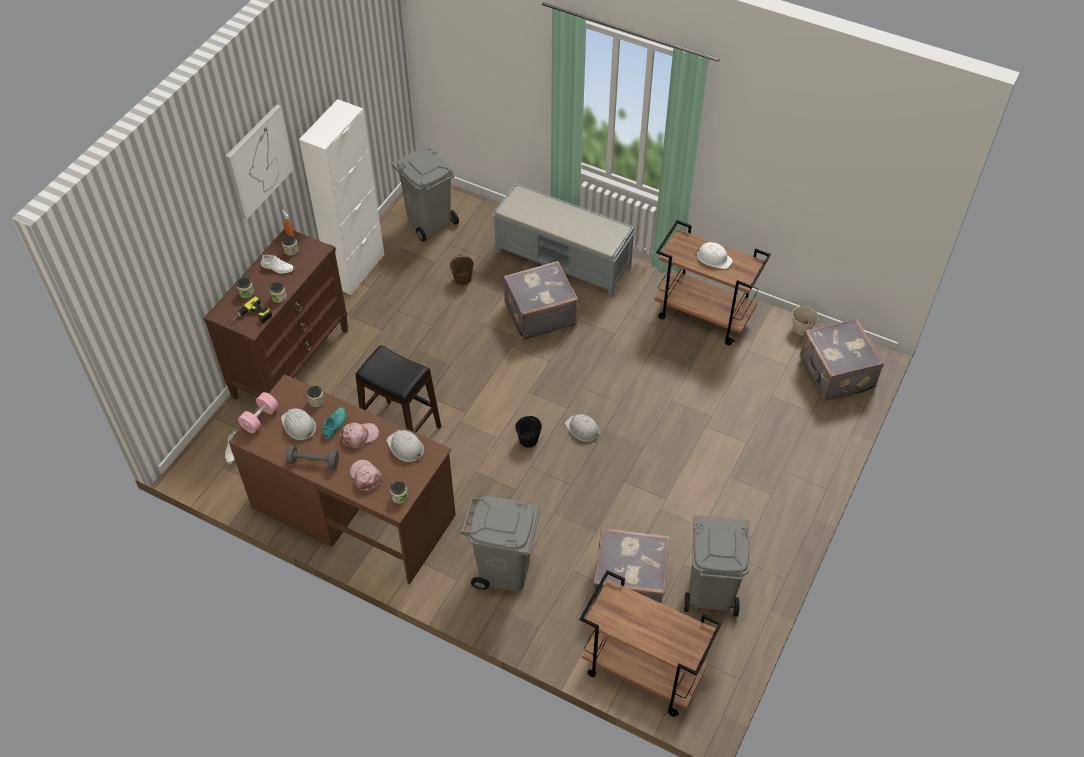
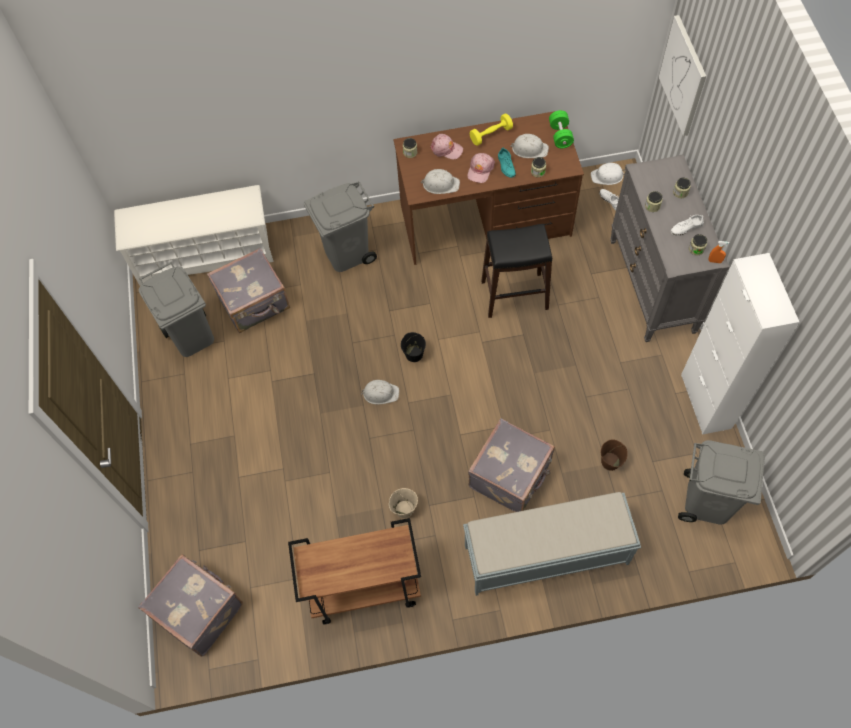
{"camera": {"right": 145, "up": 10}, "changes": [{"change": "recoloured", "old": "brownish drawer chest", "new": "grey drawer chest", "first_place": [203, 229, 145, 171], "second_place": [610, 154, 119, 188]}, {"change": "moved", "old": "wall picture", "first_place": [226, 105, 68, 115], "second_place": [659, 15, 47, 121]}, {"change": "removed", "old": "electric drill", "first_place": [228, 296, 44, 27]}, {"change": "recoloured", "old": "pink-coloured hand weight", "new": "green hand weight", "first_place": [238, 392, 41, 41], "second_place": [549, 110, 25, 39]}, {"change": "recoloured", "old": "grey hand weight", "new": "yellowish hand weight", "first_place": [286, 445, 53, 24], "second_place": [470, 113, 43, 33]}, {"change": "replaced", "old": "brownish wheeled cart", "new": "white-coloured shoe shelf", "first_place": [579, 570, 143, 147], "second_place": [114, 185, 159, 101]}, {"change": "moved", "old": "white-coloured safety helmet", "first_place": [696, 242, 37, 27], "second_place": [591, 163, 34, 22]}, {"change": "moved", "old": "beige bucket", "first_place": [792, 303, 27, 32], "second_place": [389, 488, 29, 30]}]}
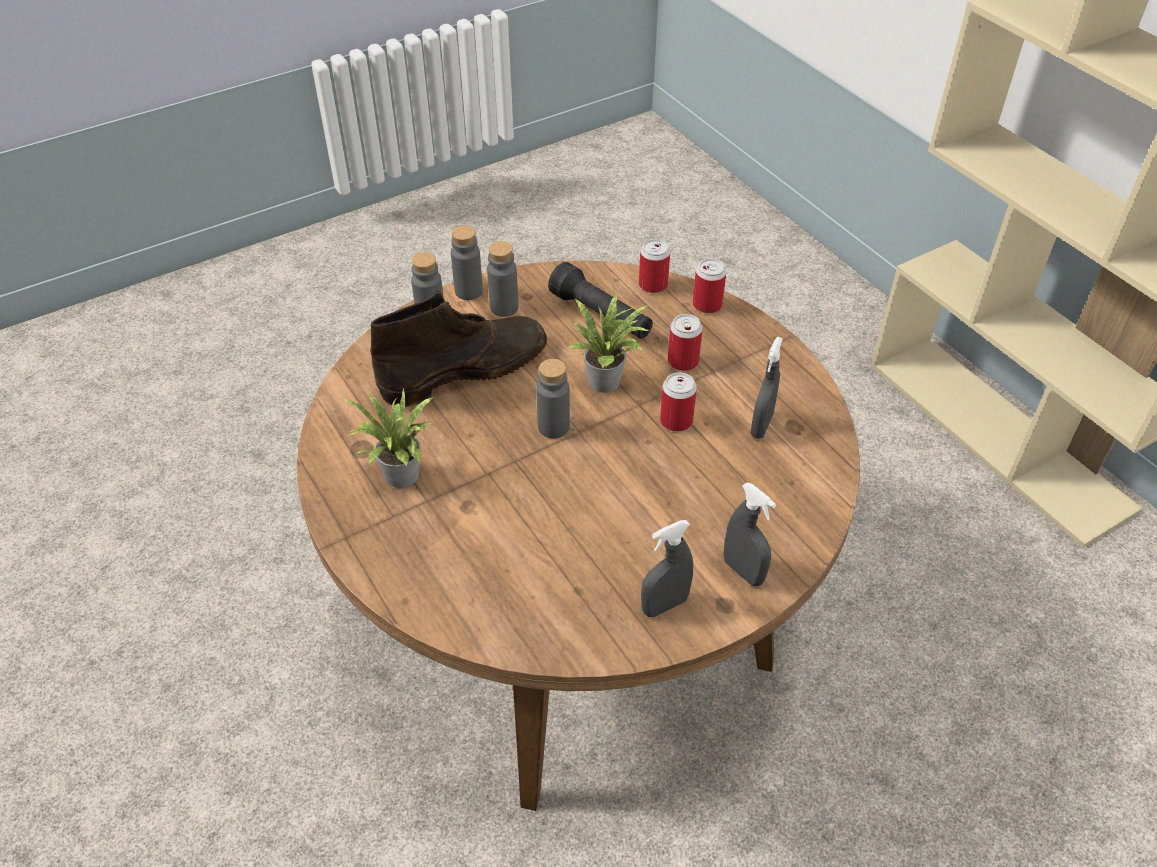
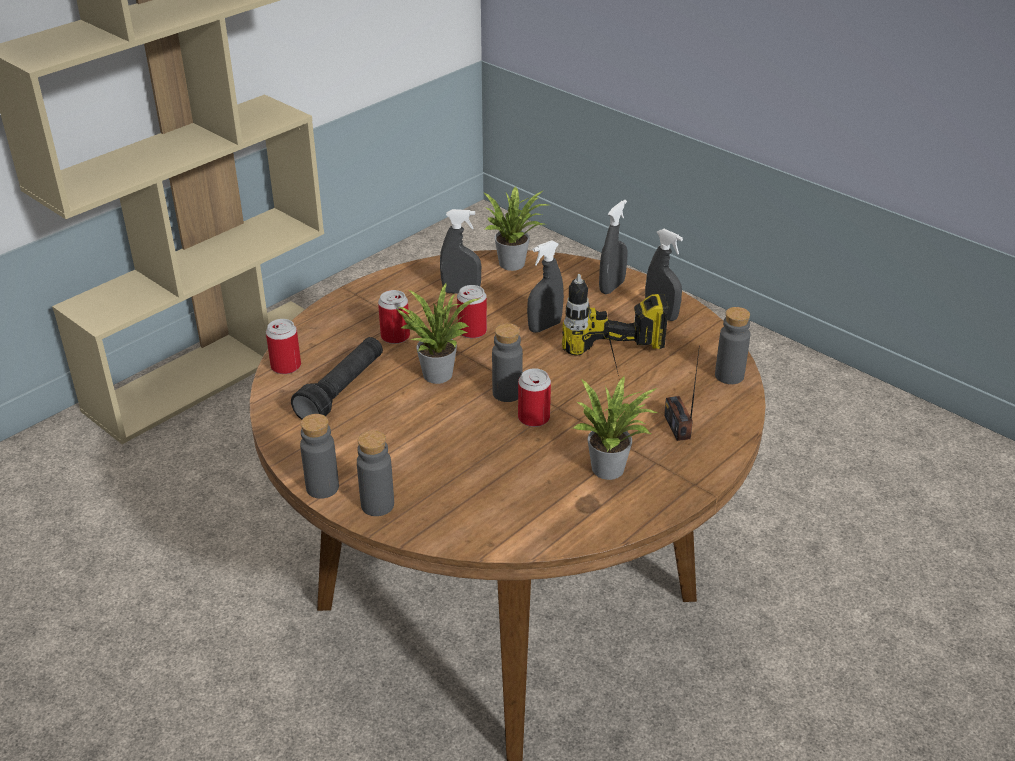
{"camera": {"right": -105, "up": -10}, "changes": [{"change": "removed", "old": "brownish high-top boot", "first_place": [370, 290, 177, 117]}, {"change": "moved", "old": "grey drink bottle", "first_place": [487, 241, 31, 76], "second_place": [715, 307, 35, 77]}, {"change": "moved", "old": "sealed can", "first_place": [693, 258, 34, 55], "second_place": [518, 368, 33, 59]}, {"change": "added", "new": "plant in a pot", "second_place": [483, 186, 65, 85]}, {"change": "added", "new": "grey hand sprayer", "second_place": [527, 240, 37, 93]}, {"change": "added", "new": "electric drill", "second_place": [562, 274, 106, 106]}, {"change": "added", "new": "radio", "second_place": [664, 345, 36, 96]}]}
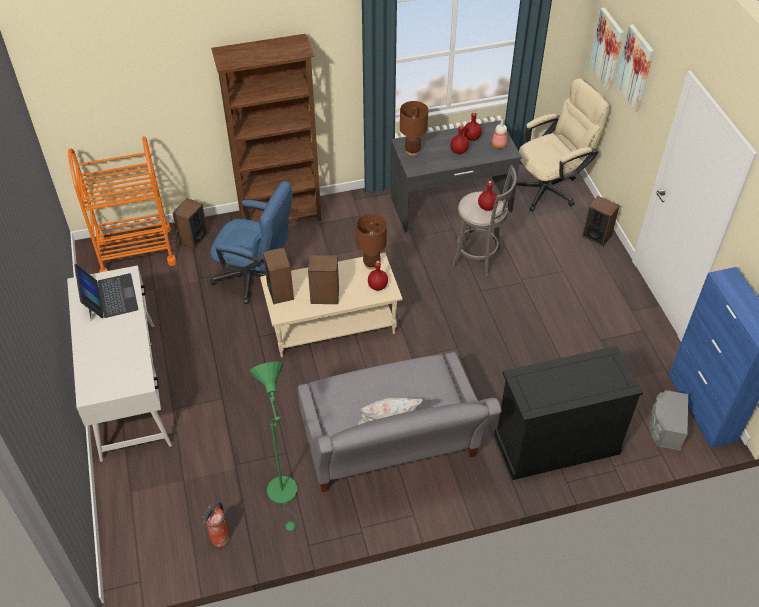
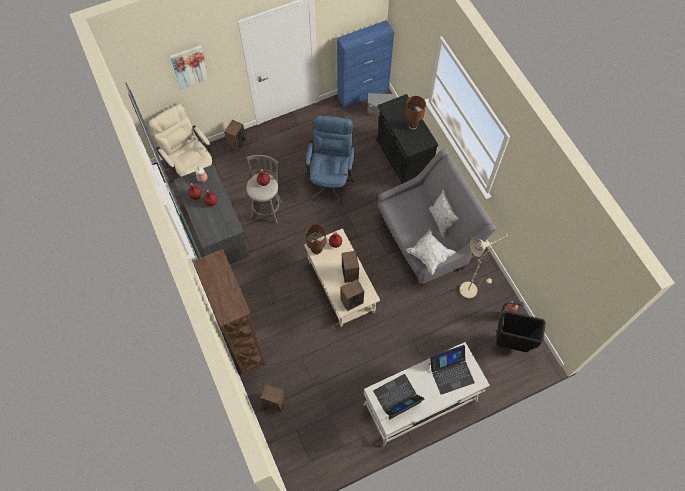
{"camera": {"right": -100, "up": 15}, "changes": [{"change": "removed", "old": "orangey wheeled cart", "first_place": [68, 136, 109, 137]}, {"change": "moved", "old": "blue office chair", "first_place": [210, 181, 83, 123], "second_place": [306, 115, 50, 90]}, {"change": "recoloured", "old": "green standing lamp", "new": "beige standing lamp", "first_place": [249, 362, 51, 171], "second_place": [460, 233, 48, 66]}, {"change": "moved", "old": "brownish table lamp", "first_place": [400, 101, 28, 55], "second_place": [405, 96, 21, 33]}, {"change": "removed", "old": "wall picture", "first_place": [590, 8, 34, 83]}, {"change": "added", "new": "white-coloured throw pillow", "second_place": [406, 229, 50, 46]}, {"change": "added", "new": "portable computer", "second_place": [429, 345, 46, 50]}, {"change": "added", "new": "black rubbish bin", "second_place": [496, 311, 50, 41]}]}
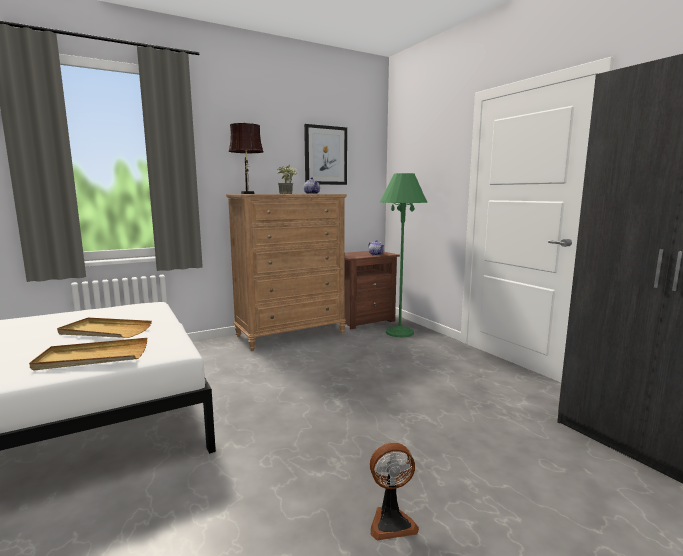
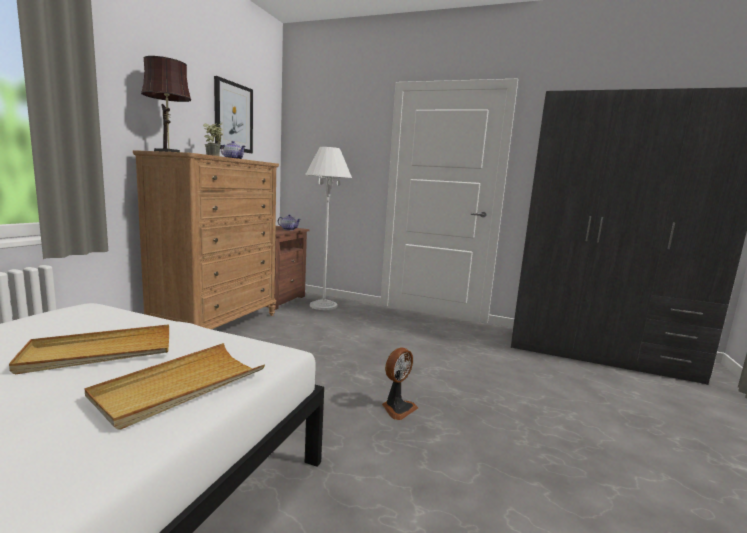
{"camera": {"right": -40, "up": 0}, "changes": [{"change": "moved", "old": "cooling fan", "first_place": [370, 443, 49, 97], "second_place": [382, 348, 36, 72]}, {"change": "recoloured", "old": "green standing lamp", "new": "white-coloured standing lamp", "first_place": [380, 173, 48, 164], "second_place": [305, 147, 47, 163]}]}
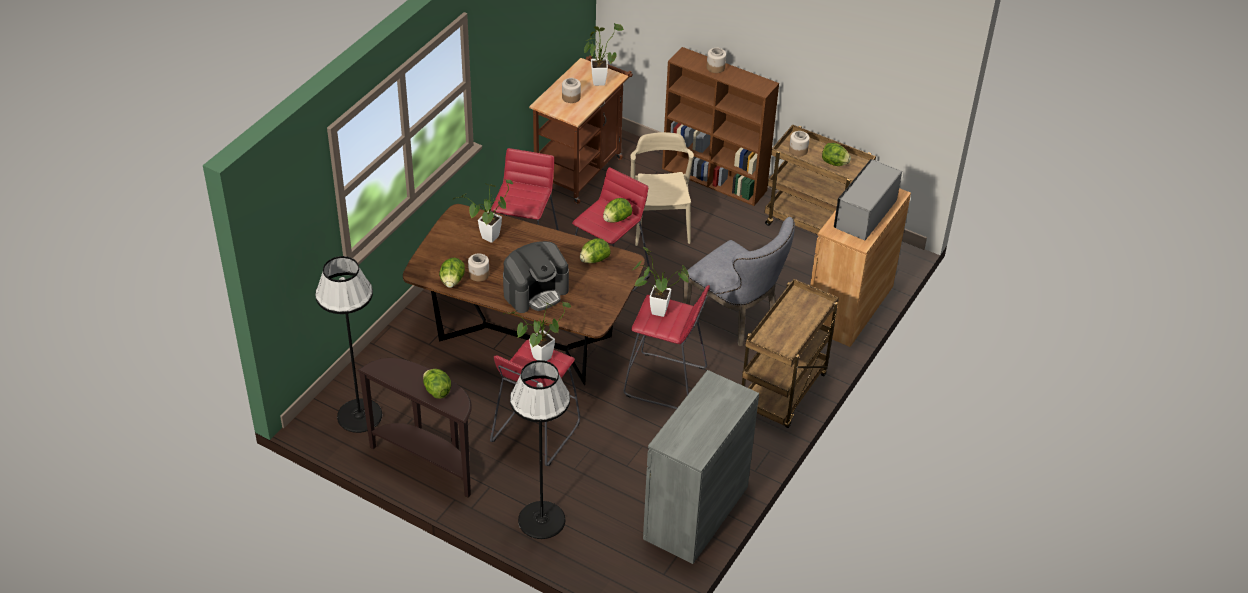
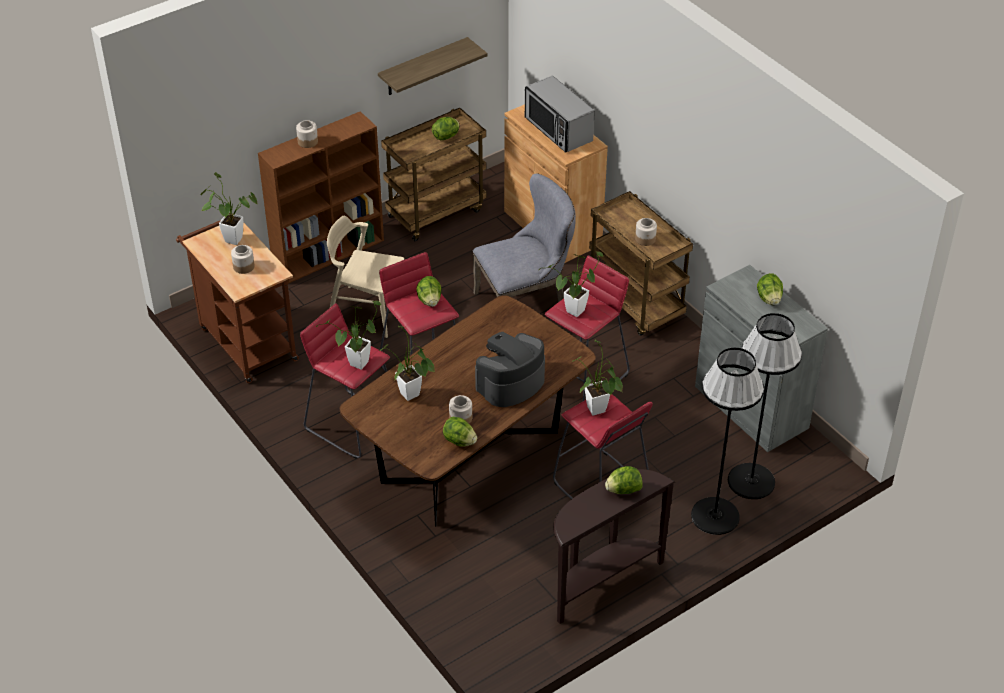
{"camera": {"right": -65, "up": 0}, "changes": [{"change": "moved", "old": "black standing lamp", "first_place": [315, 256, 67, 177], "second_place": [728, 313, 74, 186]}, {"change": "turned", "old": "coffee machine", "first_place": [503, 241, 66, 72], "second_place": [475, 332, 70, 75], "degrees": -120}, {"change": "moved", "old": "lettuce head", "first_place": [580, 238, 31, 25], "second_place": [757, 273, 26, 32]}, {"change": "moved", "old": "preserve jar", "first_place": [789, 131, 21, 26], "second_place": [635, 218, 22, 28]}, {"change": "added", "new": "plant in a pot", "second_place": [316, 301, 65, 69]}, {"change": "added", "new": "bracket shelf", "second_place": [378, 37, 110, 58]}]}
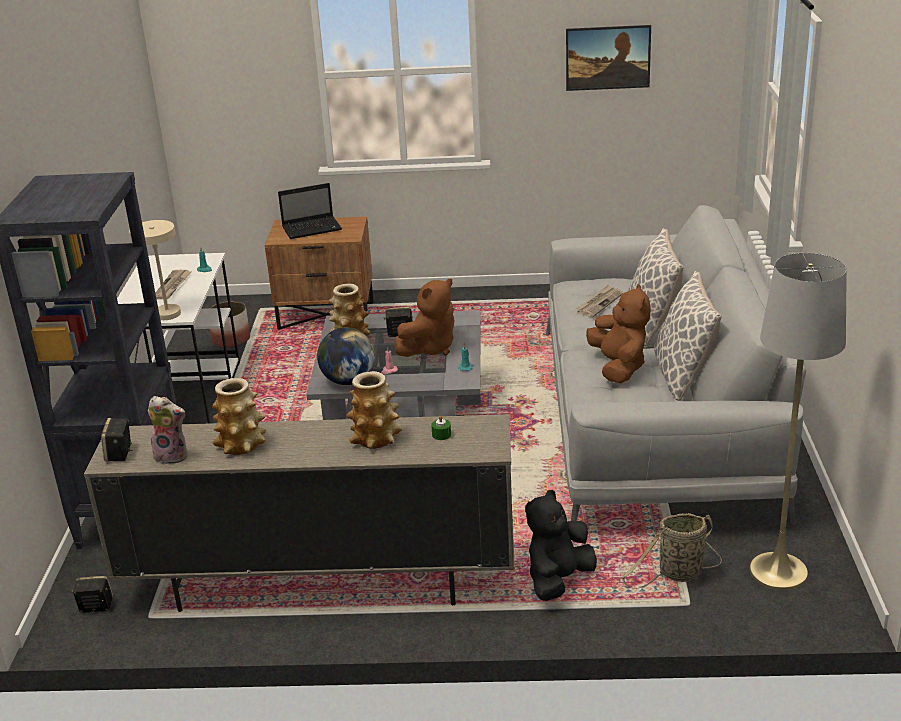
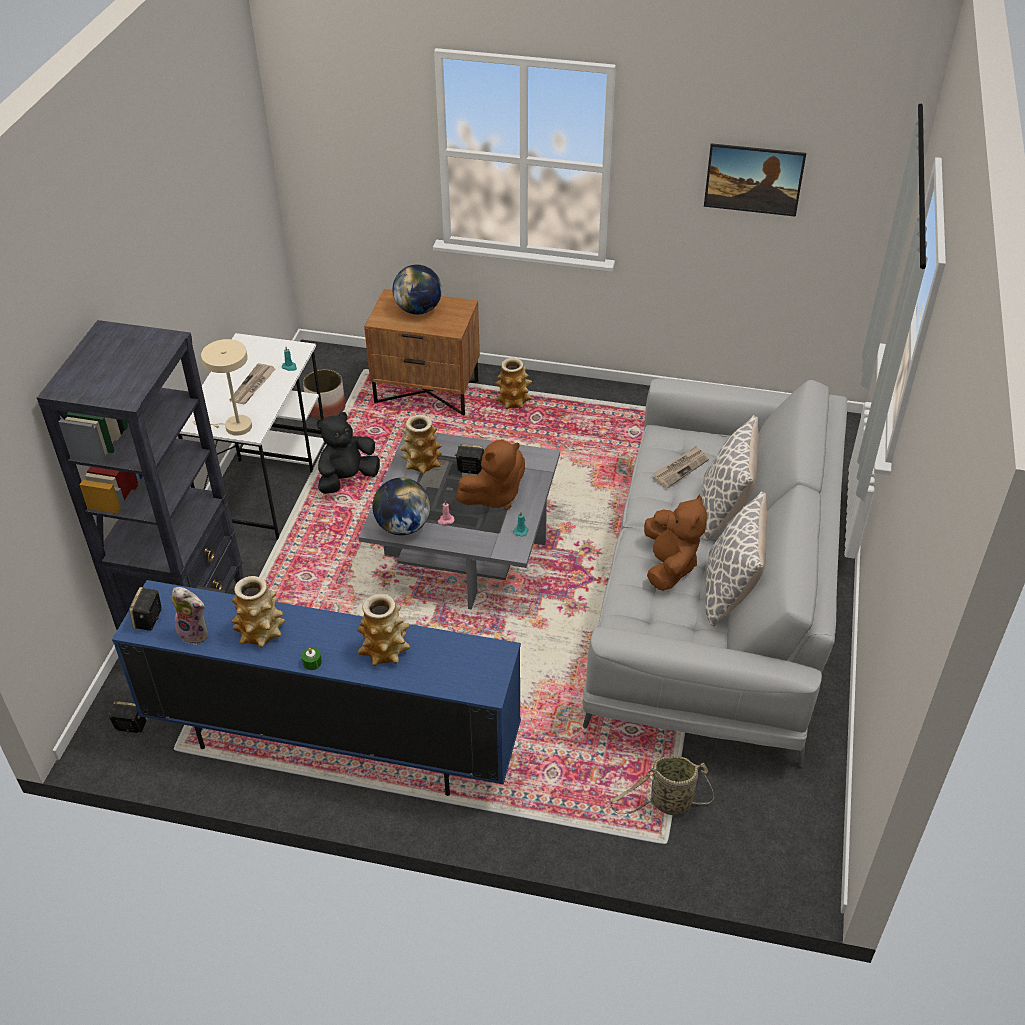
{"camera": {"right": 10, "up": 15}, "changes": [{"change": "recoloured", "old": "beige tv unit", "new": "blue tv unit", "first_place": [84, 414, 431, 198], "second_place": [112, 580, 409, 216]}, {"change": "replaced", "old": "portable computer", "new": "world globe", "first_place": [278, 183, 64, 56], "second_place": [392, 265, 50, 50]}, {"change": "moved", "old": "green wax candle", "first_place": [431, 415, 20, 25], "second_place": [302, 648, 20, 22]}, {"change": "moved", "old": "black plush toy", "first_place": [525, 490, 72, 111], "second_place": [317, 412, 63, 82]}, {"change": "removed", "old": "grey standing lamp", "first_place": [749, 253, 98, 337]}, {"change": "added", "new": "vase", "second_place": [495, 358, 37, 51]}]}
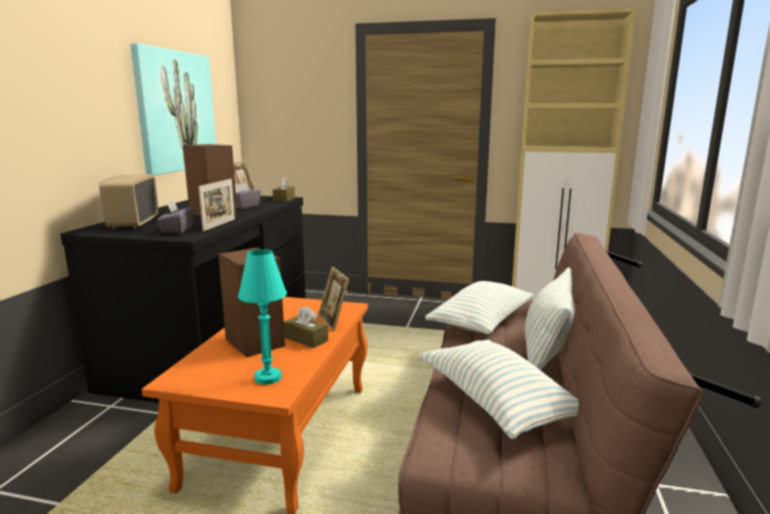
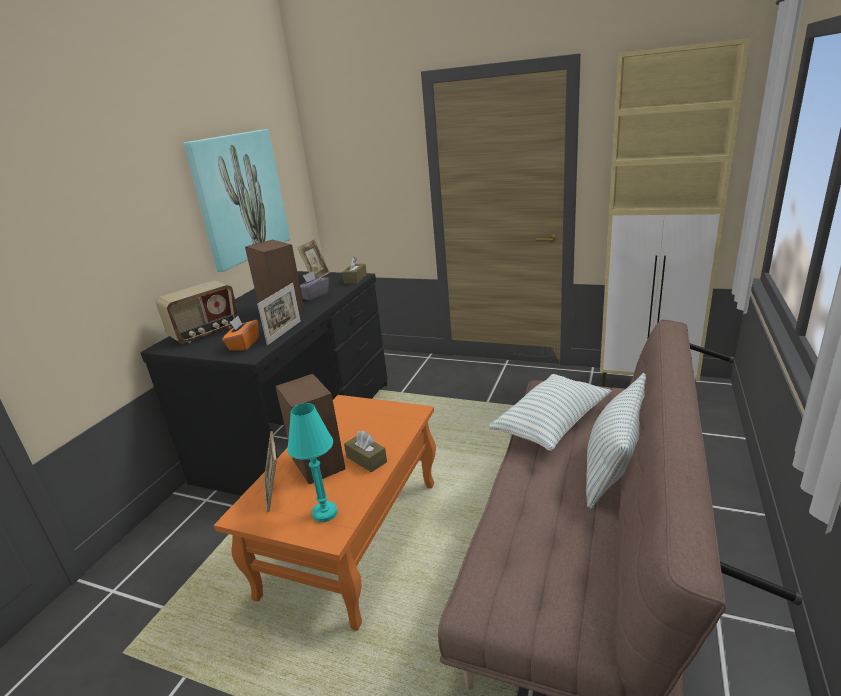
{"camera": {"right": 10, "up": 10}, "changes": [{"change": "turned", "old": "radio", "first_place": [99, 174, 59, 55], "second_place": [156, 280, 83, 63], "degrees": -135}, {"change": "recoloured", "old": "grey box of tissues", "new": "orangey box of tissues", "first_place": [157, 201, 37, 33], "second_place": [222, 316, 37, 35]}, {"change": "moved", "old": "standing frame", "first_place": [318, 266, 31, 65], "second_place": [264, 431, 13, 81]}, {"change": "removed", "old": "throw pillow", "first_place": [419, 340, 160, 100]}]}
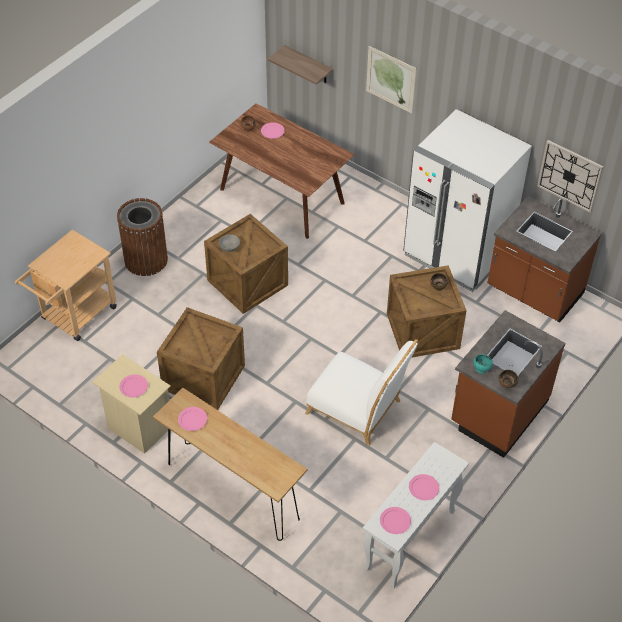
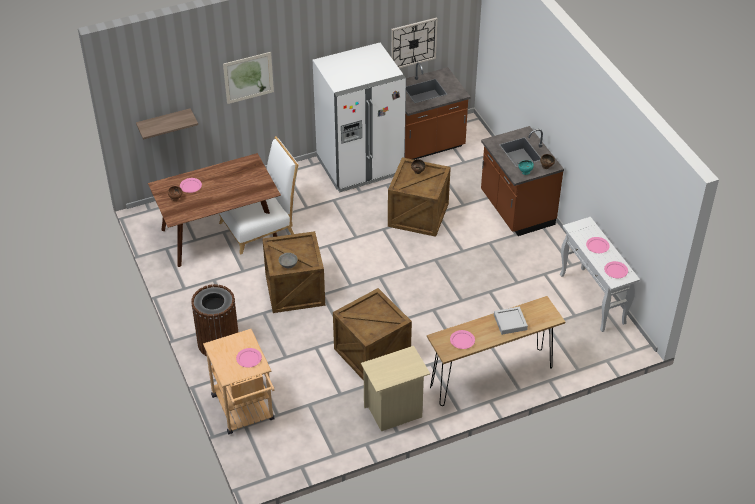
{"camera": {"right": -60, "up": -5}, "changes": [{"change": "moved", "old": "pink-coloured flat dish", "first_place": [119, 374, 29, 23], "second_place": [236, 348, 26, 20]}, {"change": "moved", "old": "white-coloured plain chair", "first_place": [305, 339, 113, 107], "second_place": [219, 136, 79, 119]}, {"change": "added", "new": "grey carrying tray", "second_place": [494, 307, 34, 28]}]}
